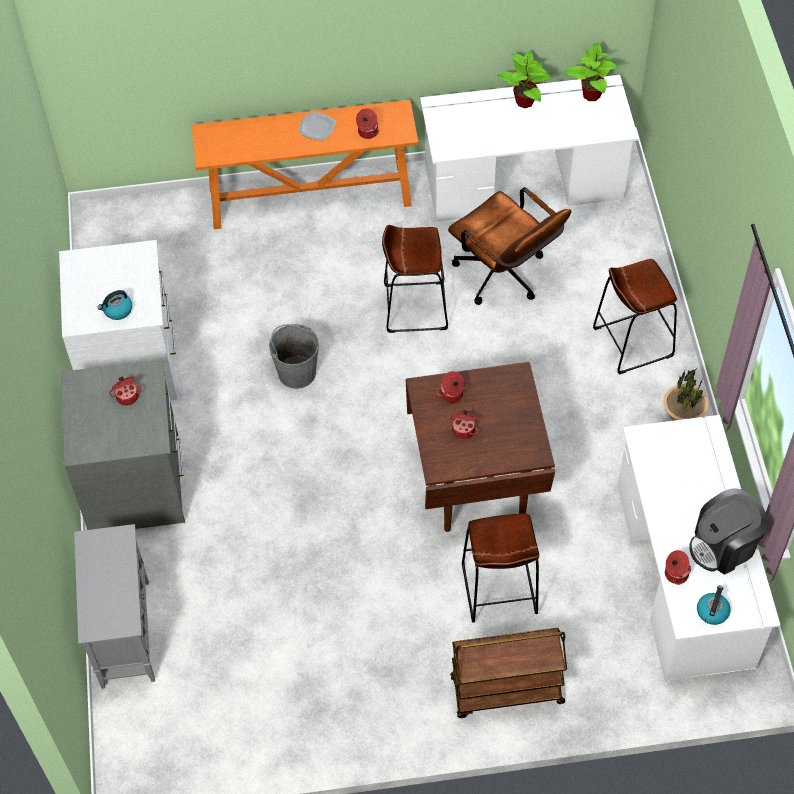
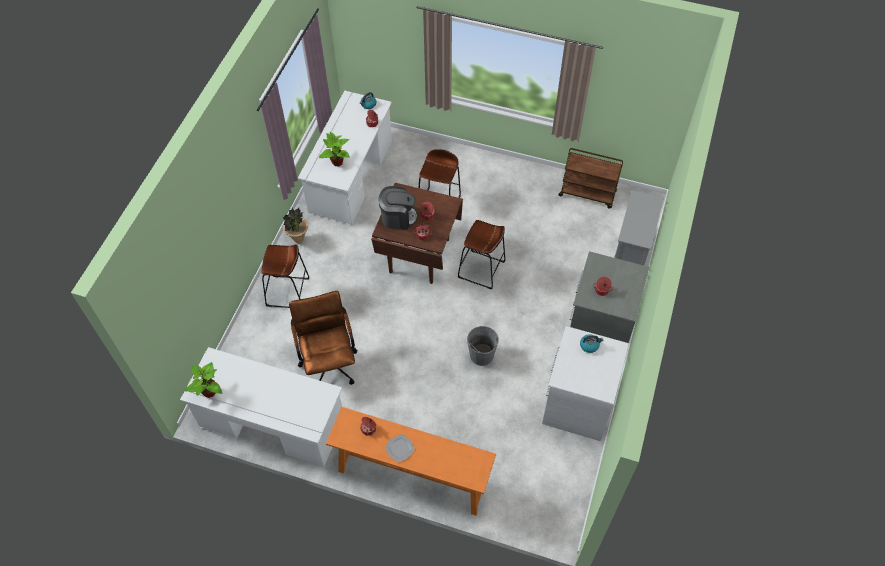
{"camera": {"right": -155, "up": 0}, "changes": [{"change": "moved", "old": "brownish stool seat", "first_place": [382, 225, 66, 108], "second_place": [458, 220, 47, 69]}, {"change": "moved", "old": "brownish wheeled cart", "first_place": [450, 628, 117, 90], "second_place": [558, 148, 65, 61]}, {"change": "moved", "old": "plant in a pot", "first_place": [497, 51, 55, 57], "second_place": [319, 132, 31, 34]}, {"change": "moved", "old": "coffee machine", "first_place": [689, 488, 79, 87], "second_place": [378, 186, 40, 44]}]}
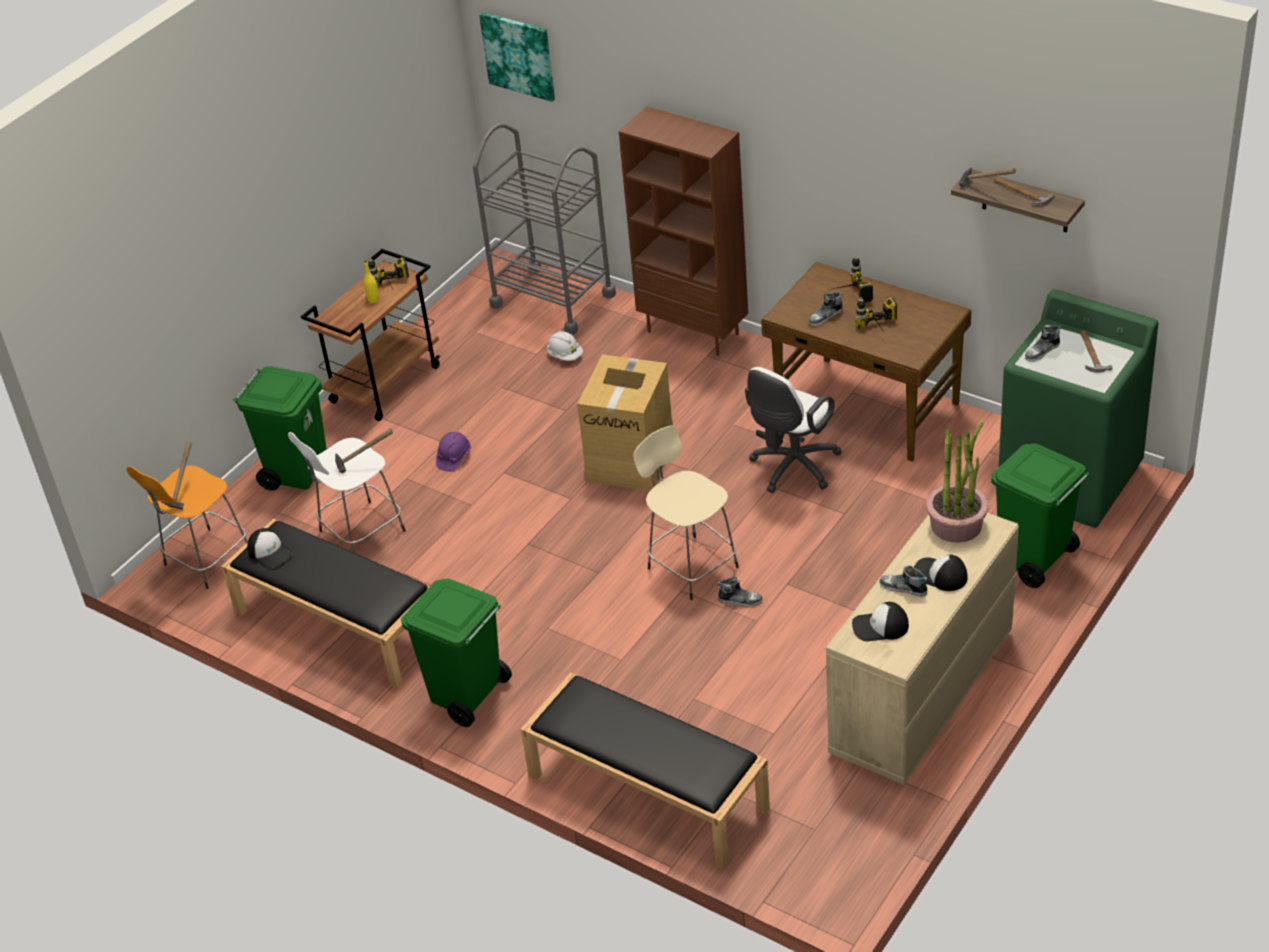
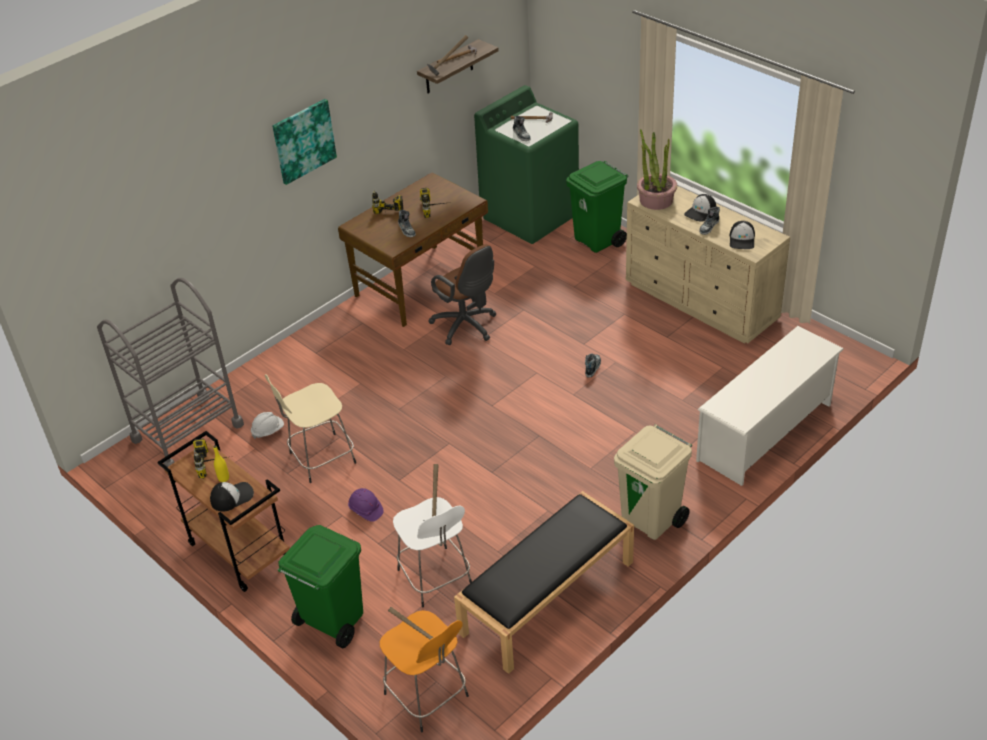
{"camera": {"right": -80, "up": 0}, "changes": [{"change": "moved", "old": "peaked cap", "first_place": [247, 528, 46, 41], "second_place": [210, 482, 44, 30]}, {"change": "recoloured", "old": "green rubbish bin", "new": "beige rubbish bin", "first_place": [401, 579, 111, 148], "second_place": [614, 425, 78, 115]}, {"change": "moved", "old": "wall picture", "first_place": [479, 12, 76, 90], "second_place": [273, 99, 64, 86]}, {"change": "replaced", "old": "black long seat", "new": "white-coloured shoe shelf", "first_place": [521, 672, 249, 197], "second_place": [696, 326, 148, 160]}, {"change": "removed", "old": "packing box", "first_place": [577, 354, 96, 137]}, {"change": "removed", "old": "brownish bookcase", "first_place": [619, 106, 129, 250]}, {"change": "moved", "old": "beige stool seat", "first_place": [633, 425, 106, 175], "second_place": [265, 374, 91, 109]}, {"change": "recoloured", "old": "white-coloured office chair", "new": "brownish office chair", "first_place": [745, 367, 97, 126], "second_place": [428, 244, 68, 101]}]}
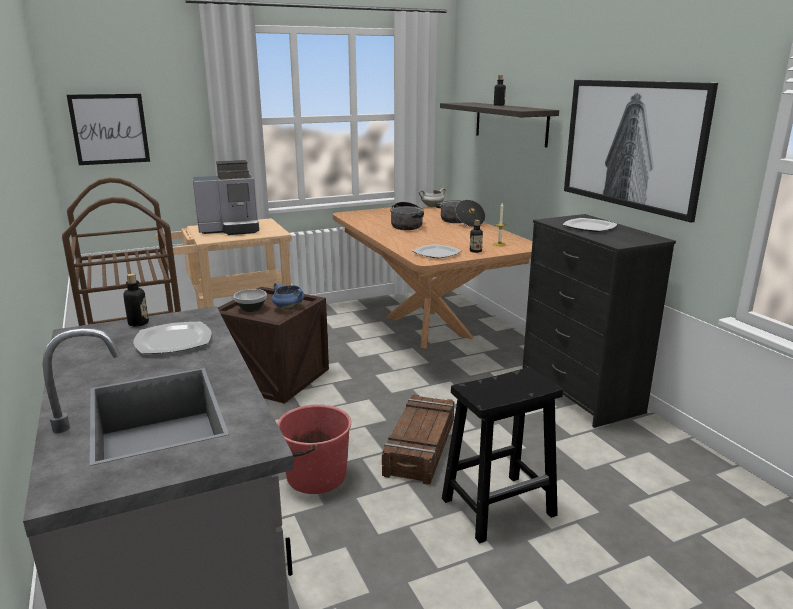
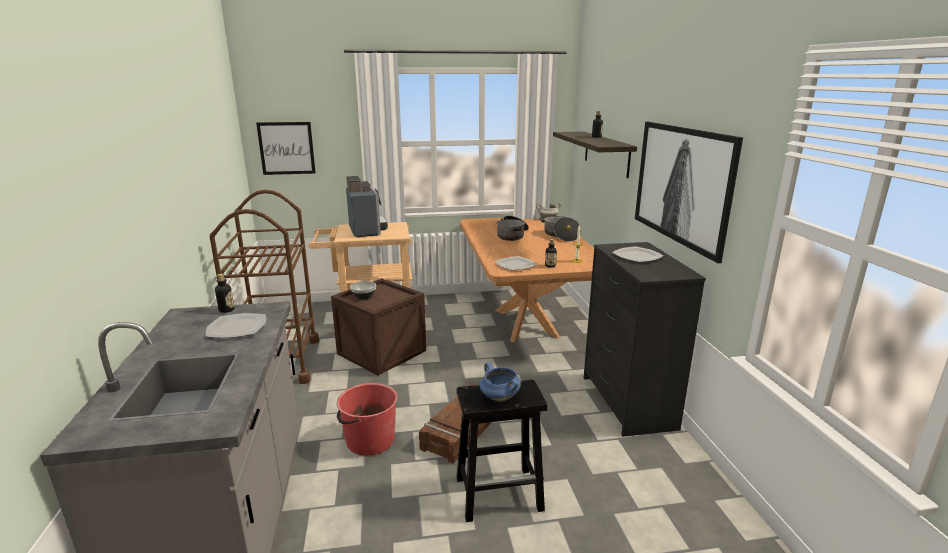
{"camera": {"right": 15, "up": 0}, "changes": [{"change": "turned", "old": "coffee machine", "first_place": [193, 160, 66, 75], "second_place": [346, 176, 42, 61], "degrees": -105}, {"change": "moved", "old": "blue saucepot", "first_place": [272, 283, 33, 27], "second_place": [480, 362, 41, 40]}]}
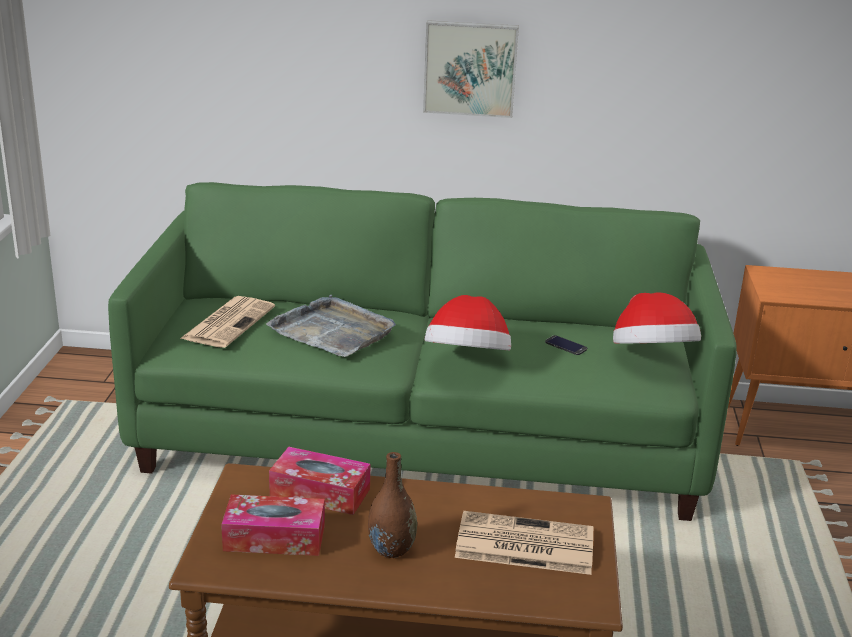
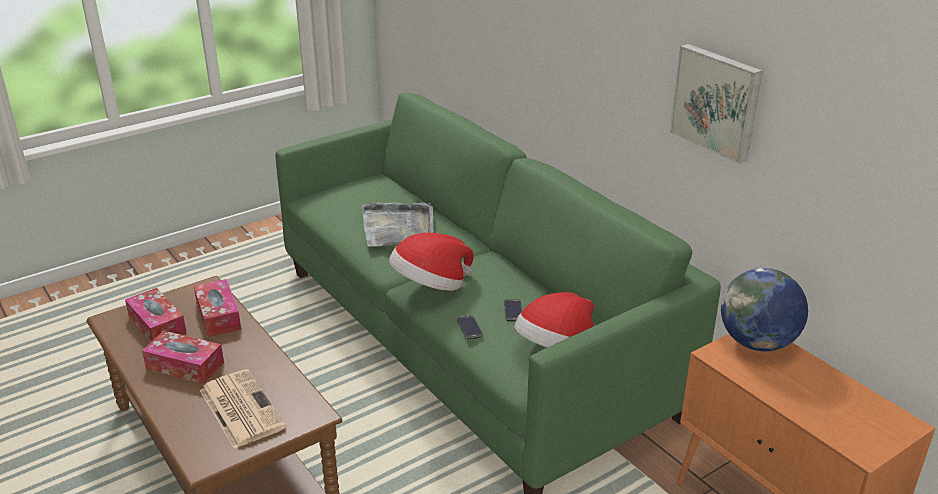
{"camera": {"right": 50, "up": 5}, "changes": [{"change": "removed", "old": "printed paper", "first_place": [180, 296, 95, 52]}, {"change": "replaced", "old": "brownish vase", "new": "box of tissues", "first_place": [368, 452, 49, 106], "second_place": [142, 331, 82, 53]}, {"change": "moved", "old": "wall picture", "first_place": [423, 20, 96, 98], "second_place": [670, 44, 93, 120]}, {"change": "added", "new": "handset", "second_place": [457, 315, 26, 25]}, {"change": "added", "new": "world globe", "second_place": [721, 268, 87, 83]}]}
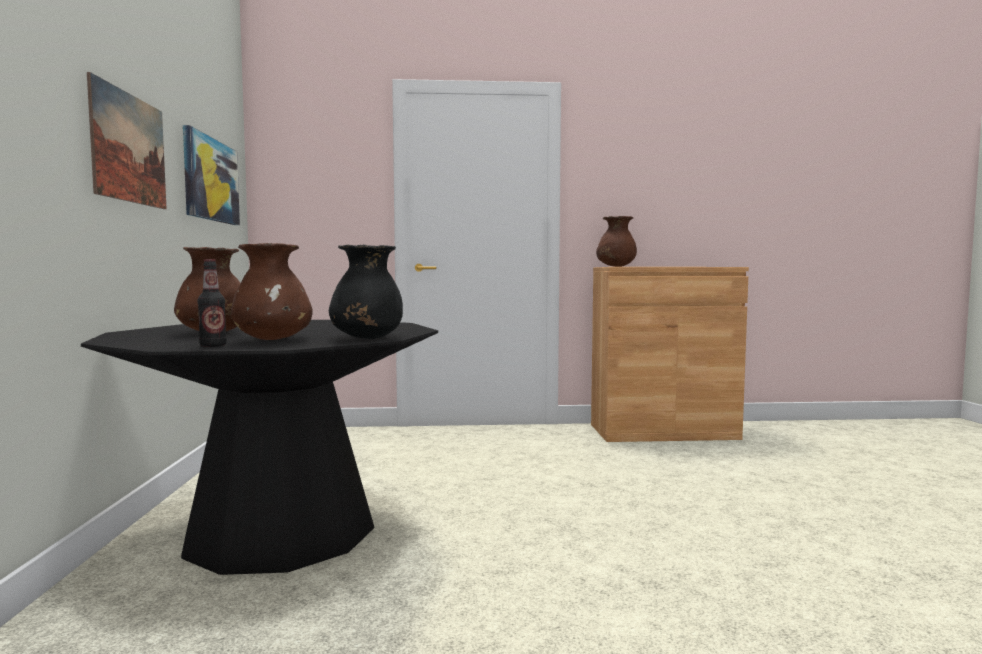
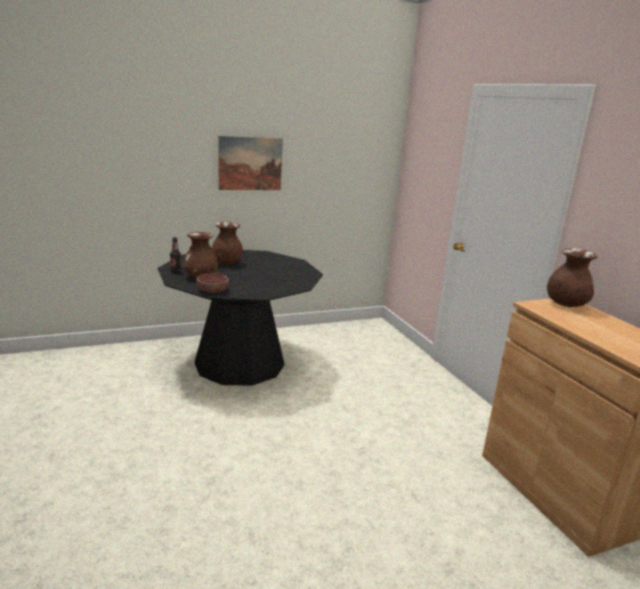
{"camera": {"right": 70, "up": 15}, "changes": [{"change": "removed", "old": "wall picture", "first_place": [183, 125, 57, 100]}, {"change": "replaced", "old": "black vase", "new": "bowl", "first_place": [329, 245, 74, 94], "second_place": [196, 273, 33, 20]}]}
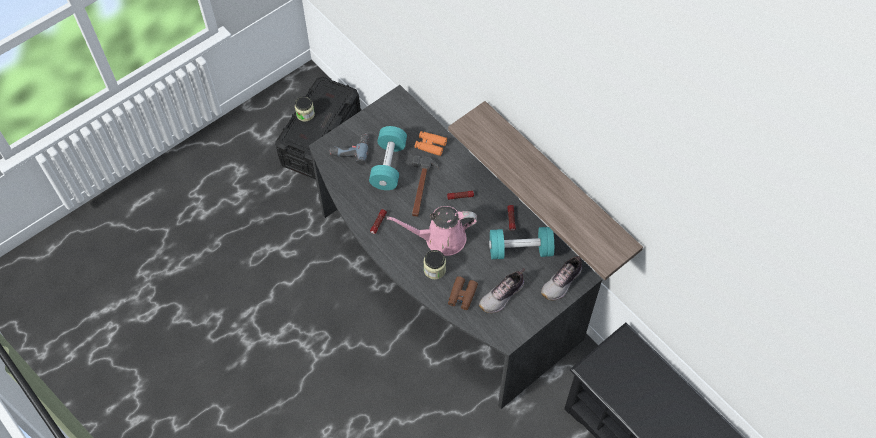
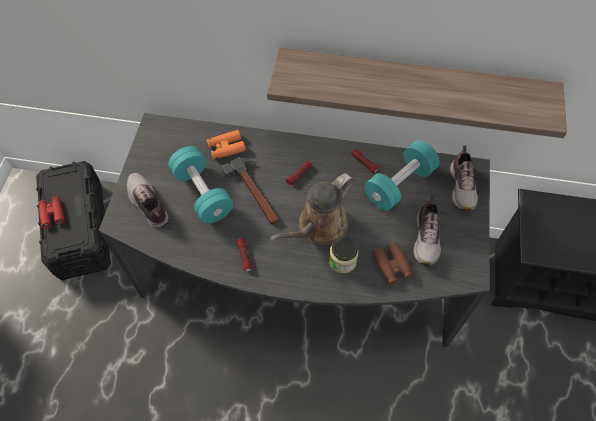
{"camera": {"right": -40, "up": 0}, "changes": [{"change": "replaced", "old": "preserve jar", "new": "reddish pair of binoculars", "first_place": [295, 96, 20, 26], "second_place": [38, 196, 27, 32]}, {"change": "replaced", "old": "electric drill", "new": "low shoe", "first_place": [330, 133, 39, 32], "second_place": [127, 173, 42, 54]}, {"change": "recoloured", "old": "pink-coloured watering can", "new": "brownish watering can", "first_place": [386, 206, 91, 50], "second_place": [270, 173, 84, 72]}]}
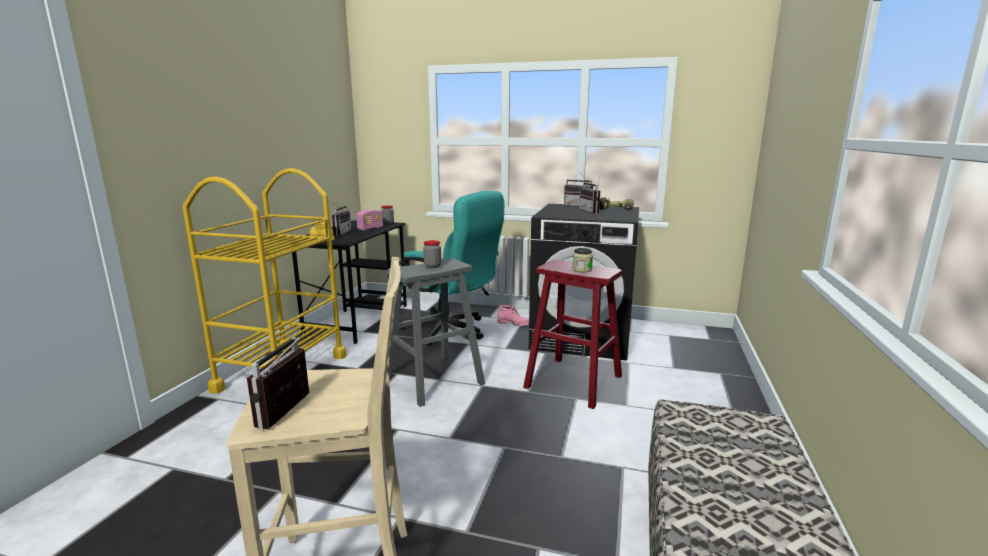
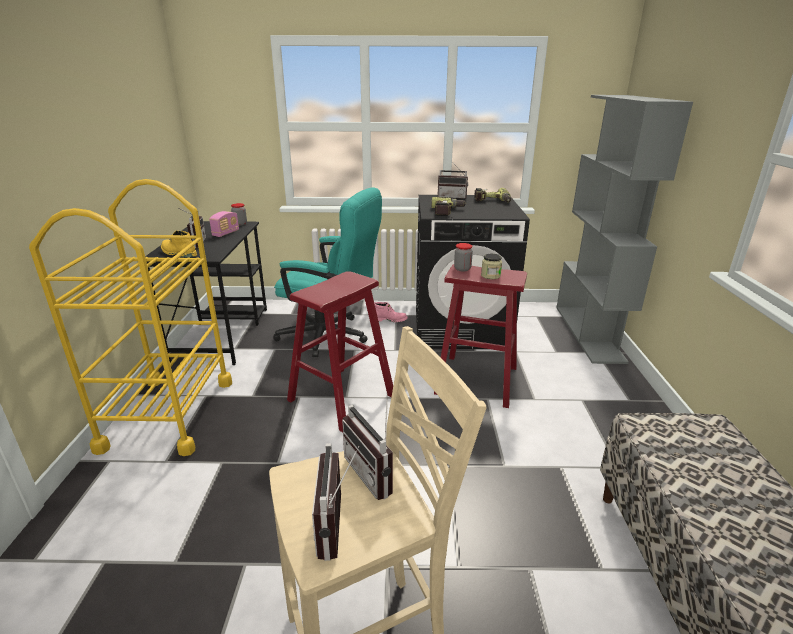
{"camera": {"right": -15, "up": 10}, "changes": [{"change": "recoloured", "old": "grey stool seat", "new": "reddish stool seat", "first_place": [386, 258, 99, 149], "second_place": [287, 272, 106, 160]}, {"change": "moved", "old": "preserve jar", "first_place": [423, 240, 18, 28], "second_place": [454, 243, 19, 28]}, {"change": "moved", "old": "radio", "first_place": [579, 177, 21, 37], "second_place": [342, 394, 51, 106]}, {"change": "added", "new": "electric drill", "second_place": [432, 197, 35, 19]}, {"change": "added", "new": "grey bookcase", "second_place": [556, 95, 137, 269]}]}
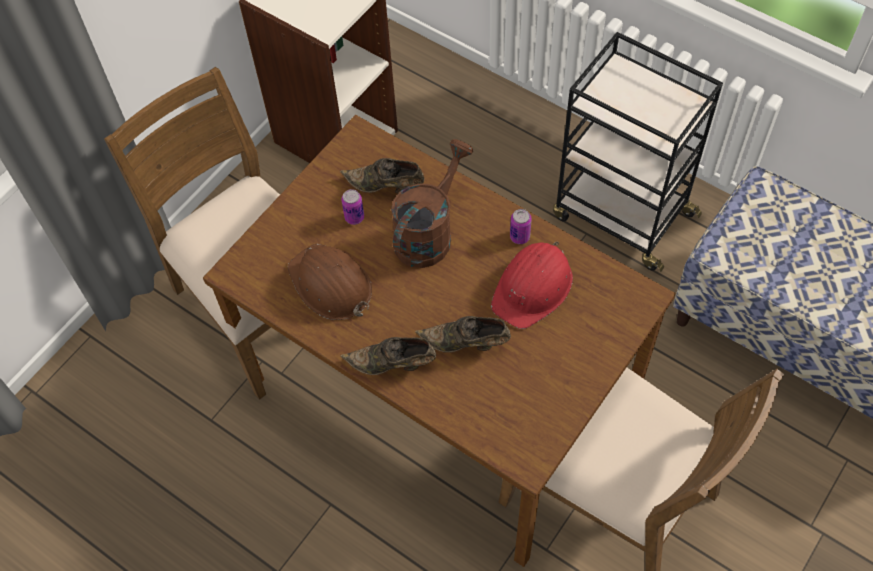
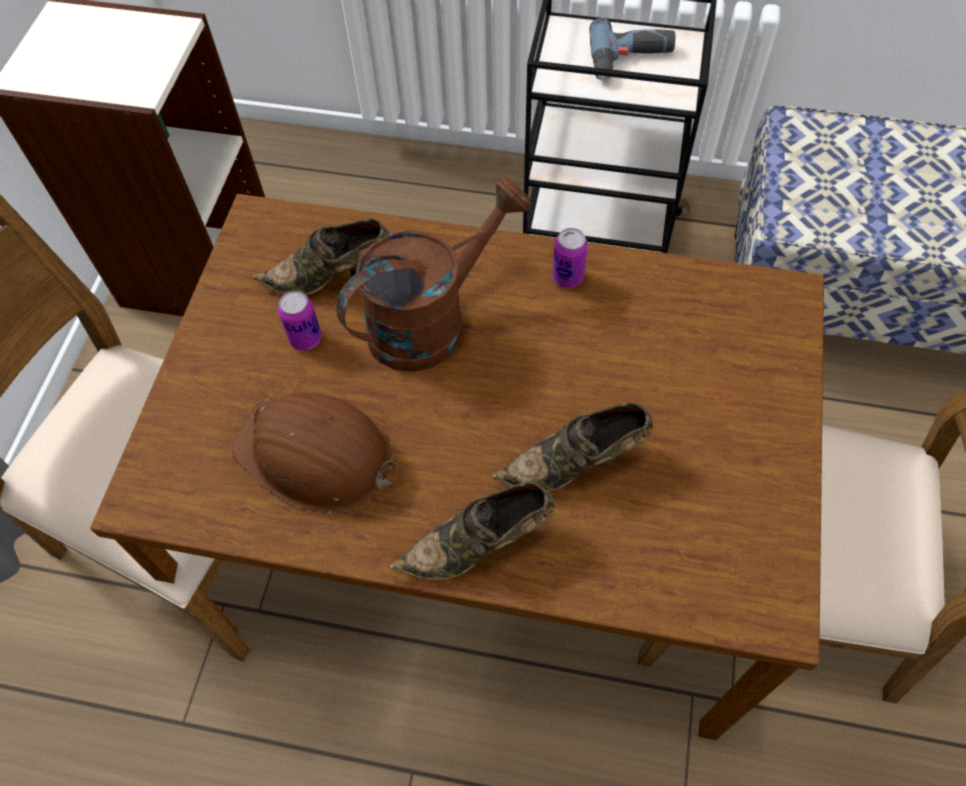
{"camera": {"right": -25, "up": 0}, "changes": [{"change": "turned", "old": "brownish watering can", "first_place": [391, 139, 82, 129], "second_place": [336, 177, 196, 195], "degrees": 45}, {"change": "removed", "old": "reddish safety helmet", "first_place": [491, 242, 82, 87]}, {"change": "added", "new": "electric drill", "second_place": [589, 18, 86, 63]}]}
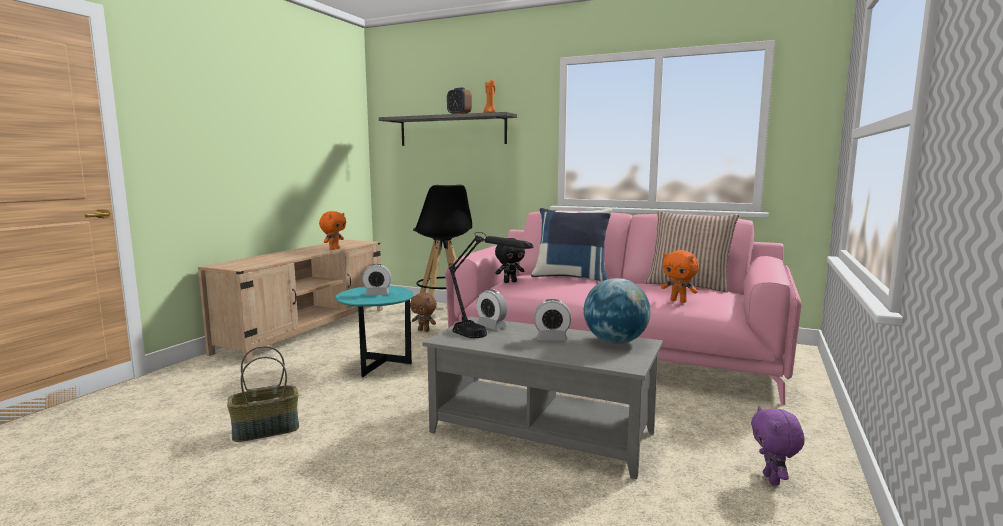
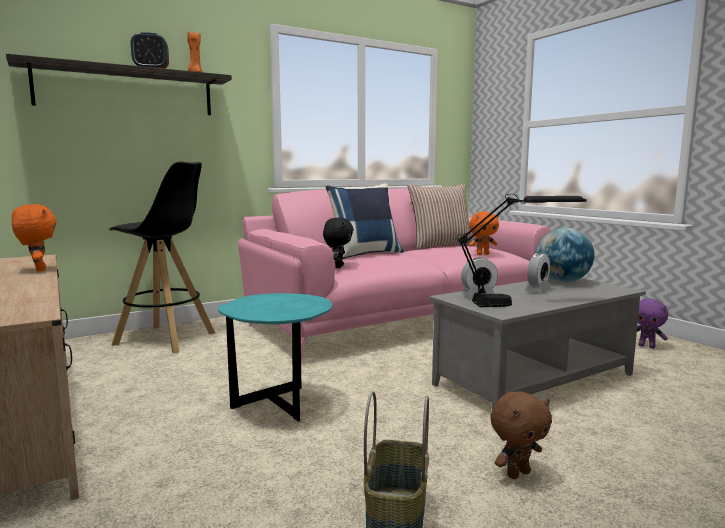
{"camera": {"right": -55, "up": 0}, "changes": [{"change": "removed", "old": "alarm clock", "first_place": [362, 264, 29, 31]}, {"change": "moved", "old": "brownish plush toy", "first_place": [410, 293, 27, 39], "second_place": [490, 391, 62, 88]}]}
